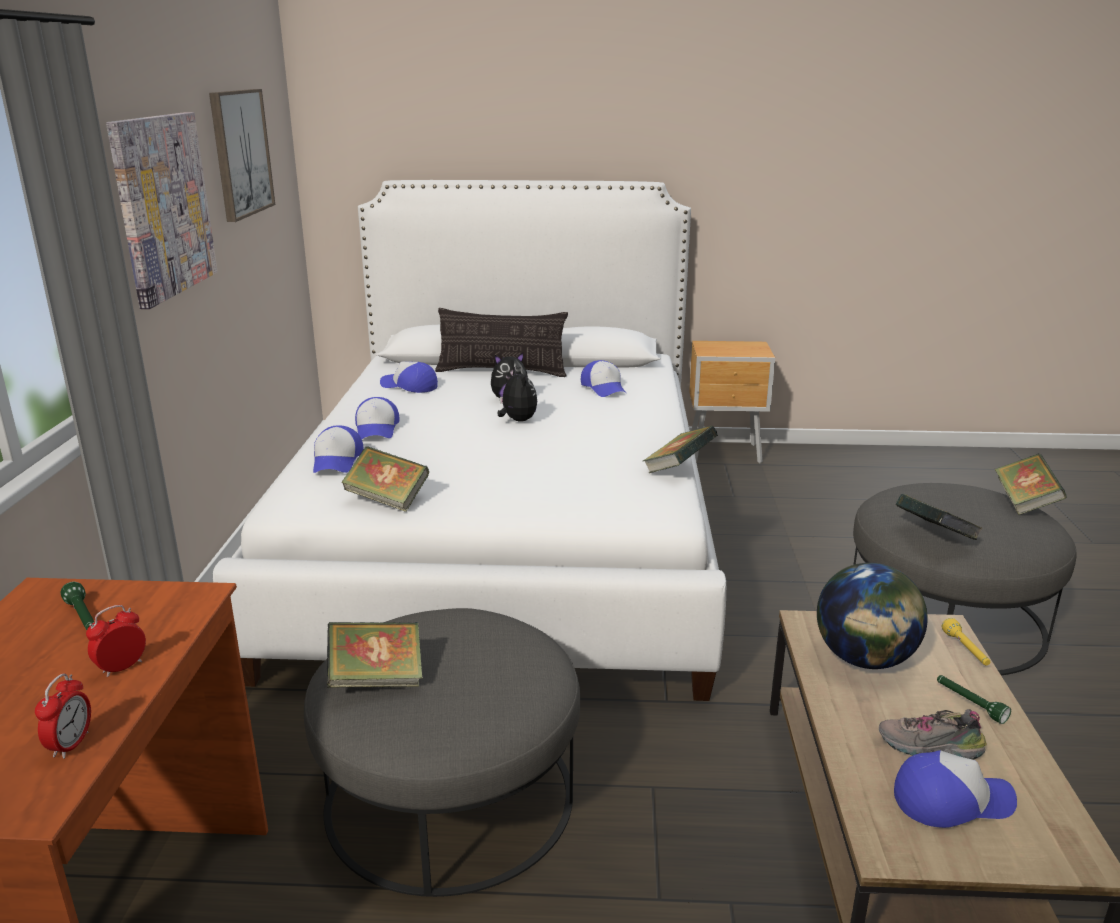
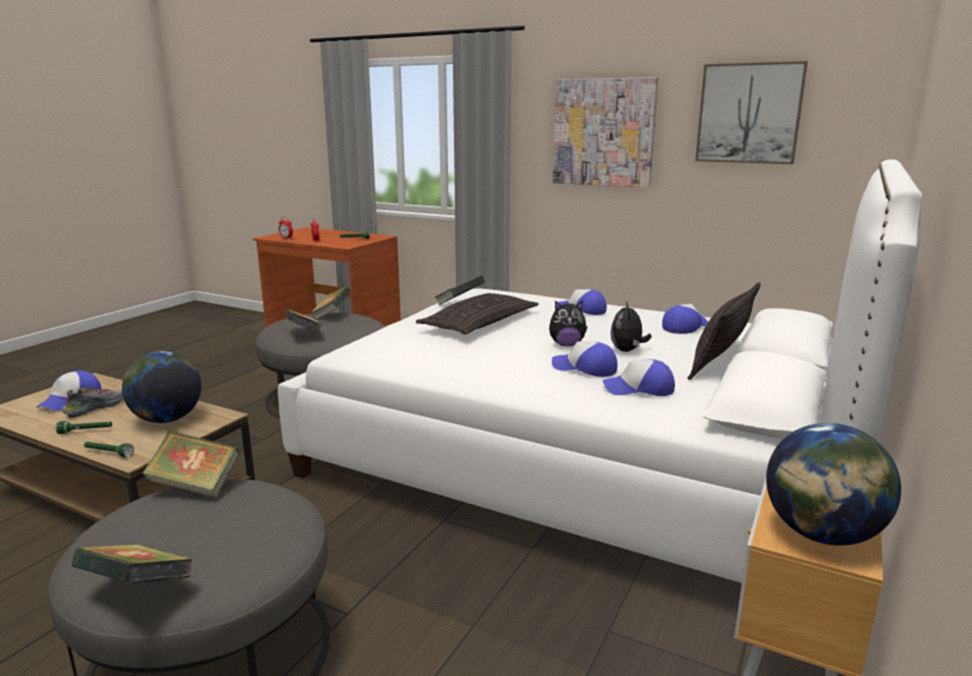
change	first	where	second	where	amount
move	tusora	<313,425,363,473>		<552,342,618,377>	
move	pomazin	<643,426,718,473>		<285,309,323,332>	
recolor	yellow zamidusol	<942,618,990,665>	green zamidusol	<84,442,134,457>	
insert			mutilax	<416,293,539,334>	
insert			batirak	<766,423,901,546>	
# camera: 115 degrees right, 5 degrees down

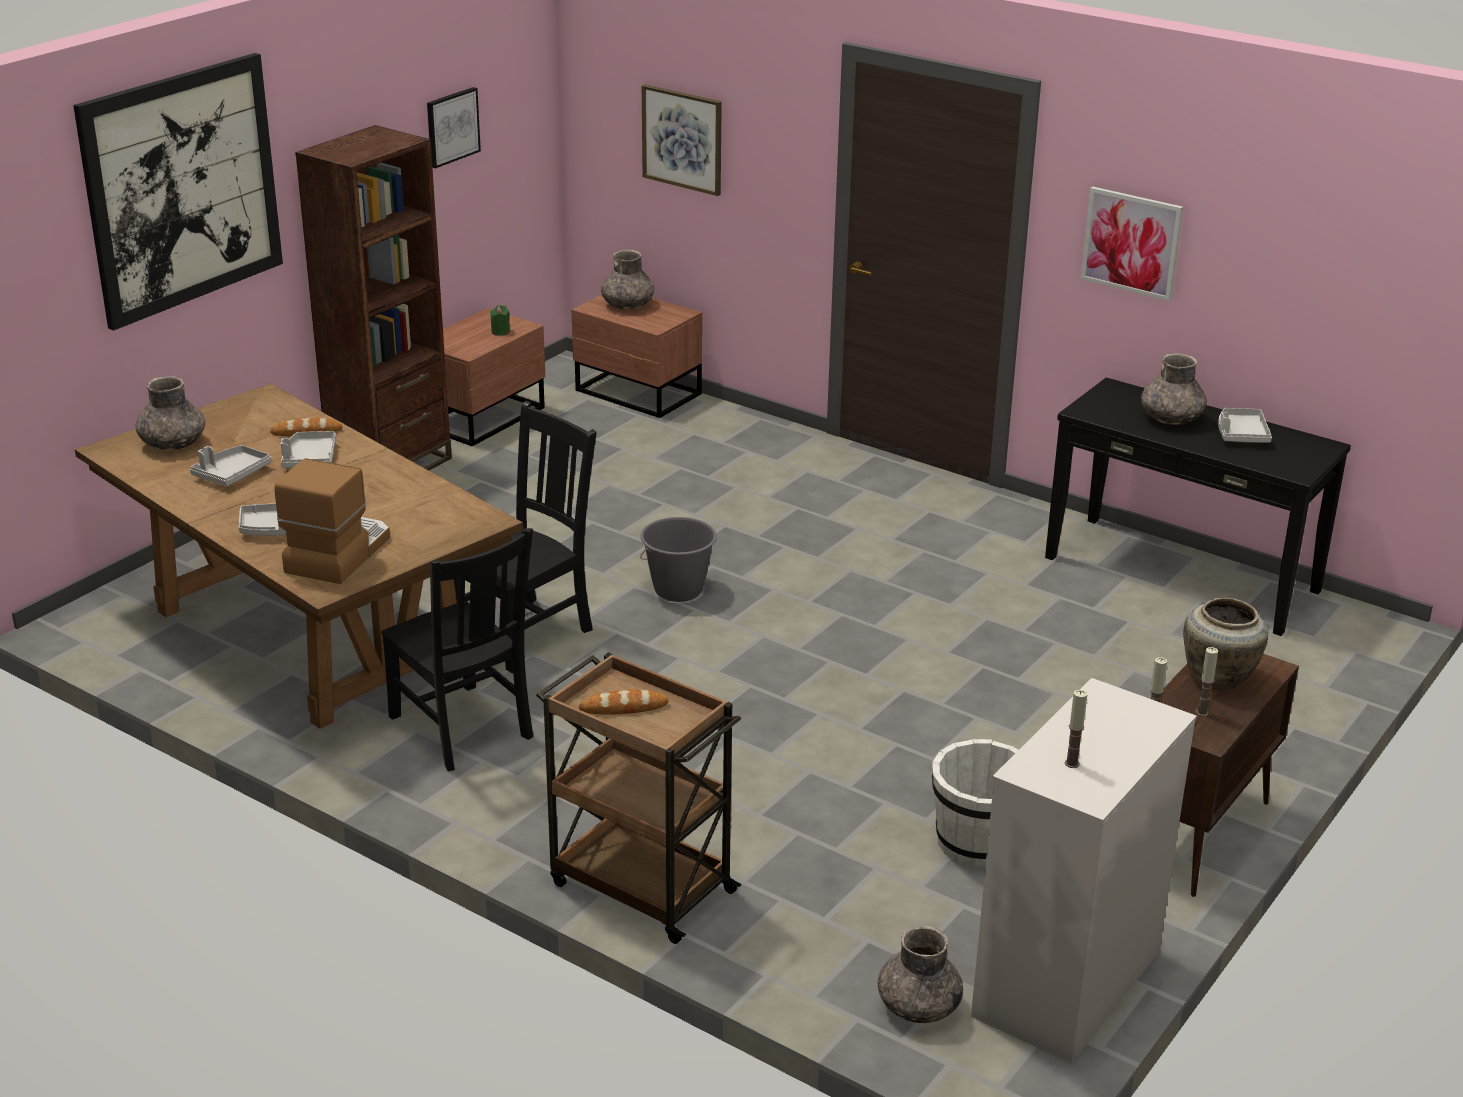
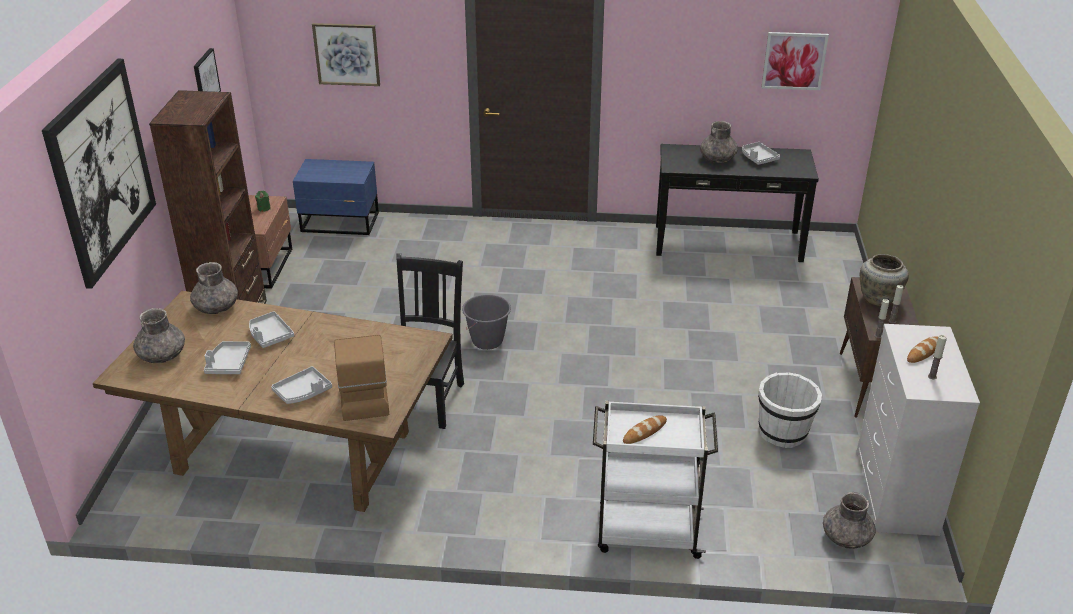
change	first	where	second	where	amount
move	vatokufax	<270,418,343,436>		<907,336,938,363>	
delete	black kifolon	<381,528,533,771>			
recolor	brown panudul	<536,652,742,944>	white panudul	<593,401,718,559>	
recolor	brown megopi	<572,295,702,418>	blue megopi	<293,159,379,235>	
move	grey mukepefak	<601,250,654,309>		<190,262,238,314>	
move	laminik	<1081,186,1183,301>		<762,32,829,90>	
# camera: 30 degrees left, 5 degrees up

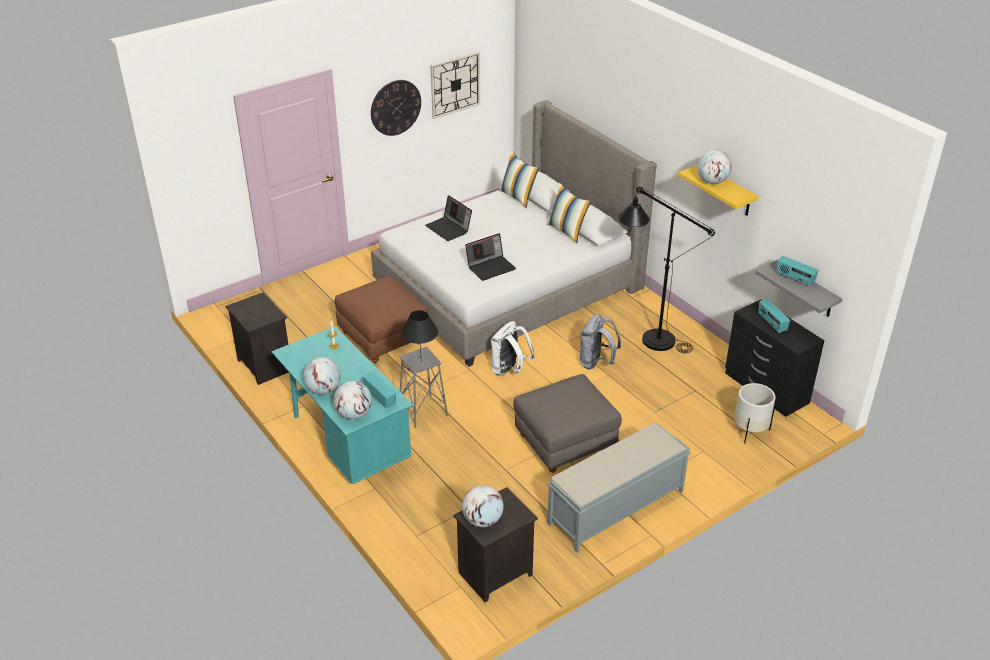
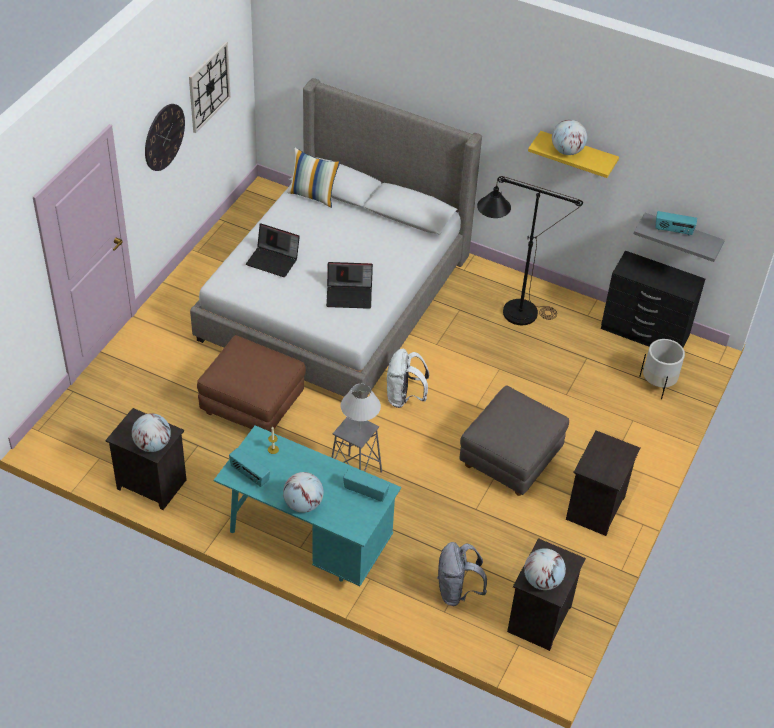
change	first	where	second	where	amount
move	batirak	<333,381,372,419>		<132,413,171,452>	
recolor	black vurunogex	<401,310,438,363>	white vurunogex	<341,384,381,433>	
rotate	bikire	<465,233,516,281>		<326,262,373,309>	60 degrees clockwise
delete	mutilax	<547,183,591,243>			
replace	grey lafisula	<547,423,691,553>	black megopi	<566,430,641,536>	
move	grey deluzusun	<580,314,621,369>		<437,542,487,606>	
move	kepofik	<758,299,790,333>		<229,448,270,487>	
# camera: 30 degrees left, 10 degrees up

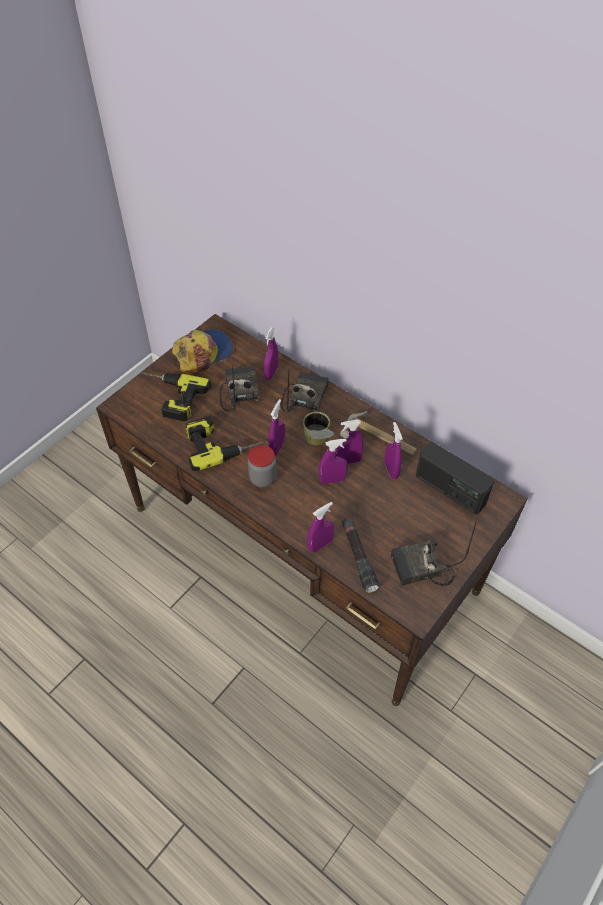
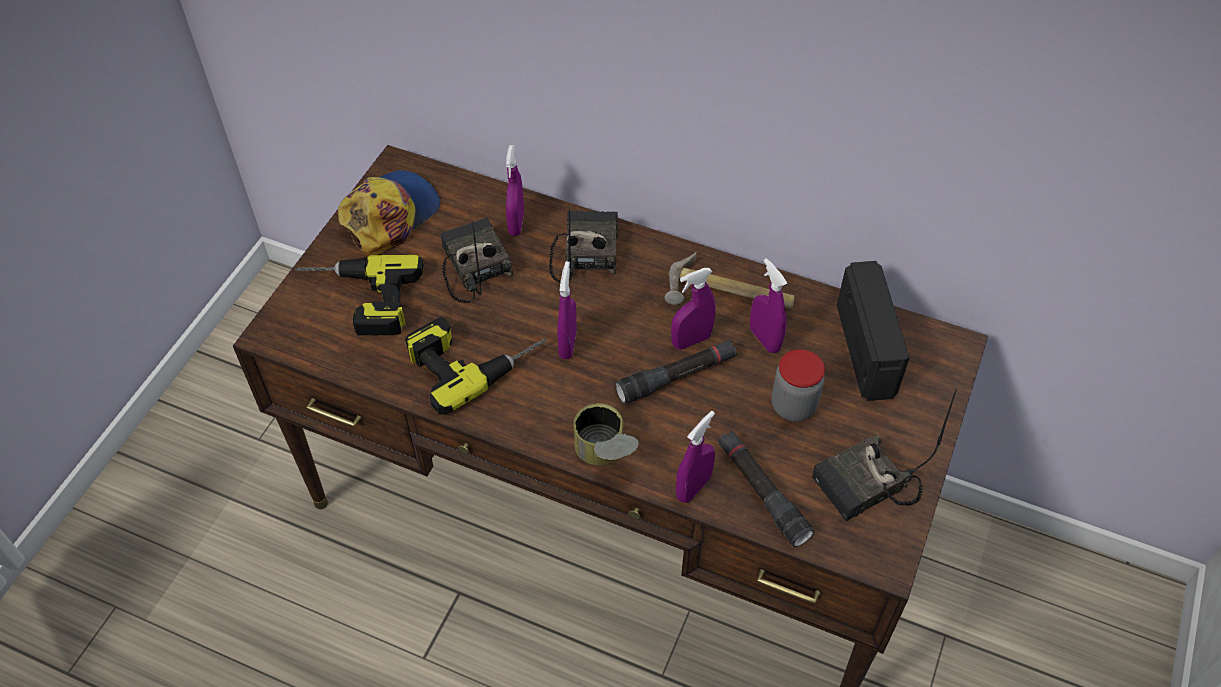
change	first	where	second	where	amount
move	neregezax	<248,445,276,487>		<771,349,825,422>	
move	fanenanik	<303,411,334,445>		<573,403,639,465>	
replace	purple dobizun	<319,439,348,484>	black zamidusol	<615,340,737,404>	
rotate	kepofik	<416,442,494,515>		<837,261,910,401>	120 degrees counterclockwise
# camera: 15 degrees left, 0 degrees up

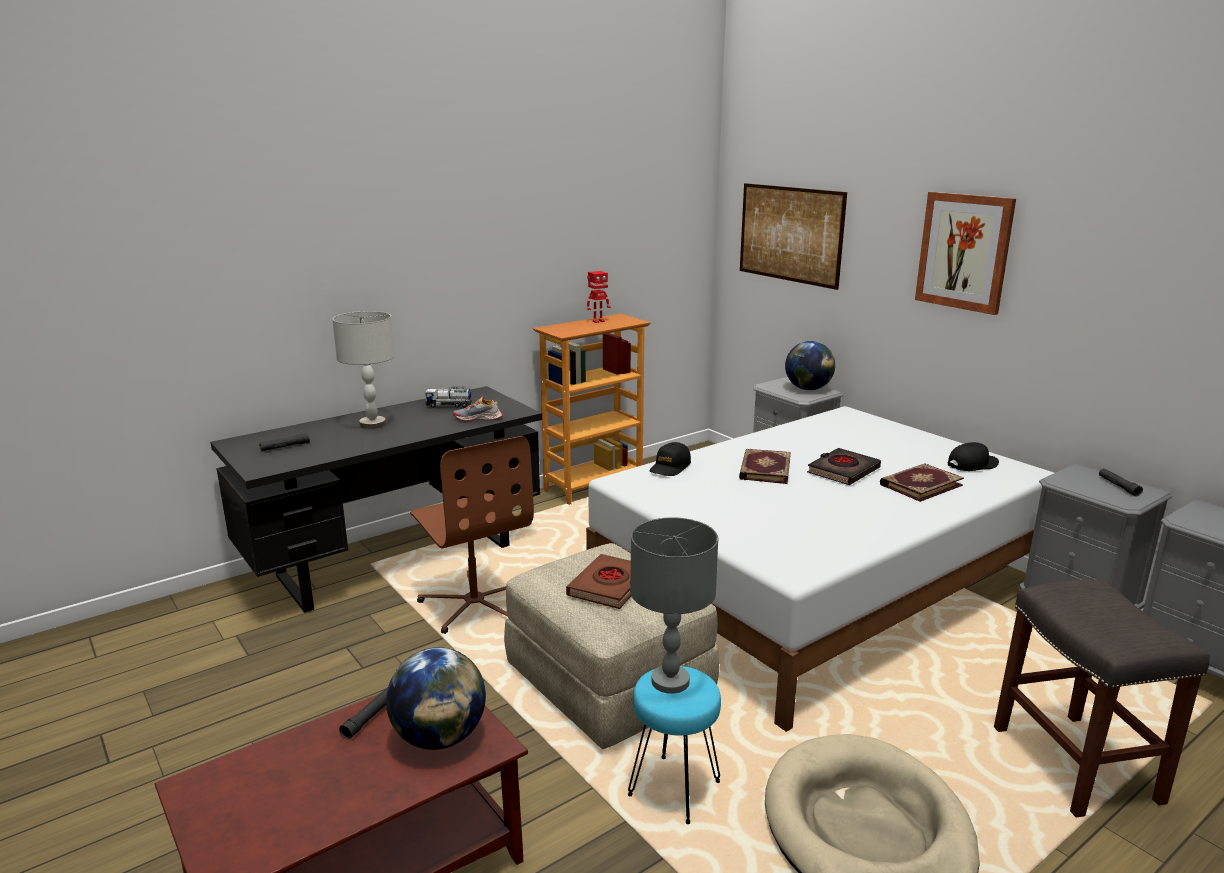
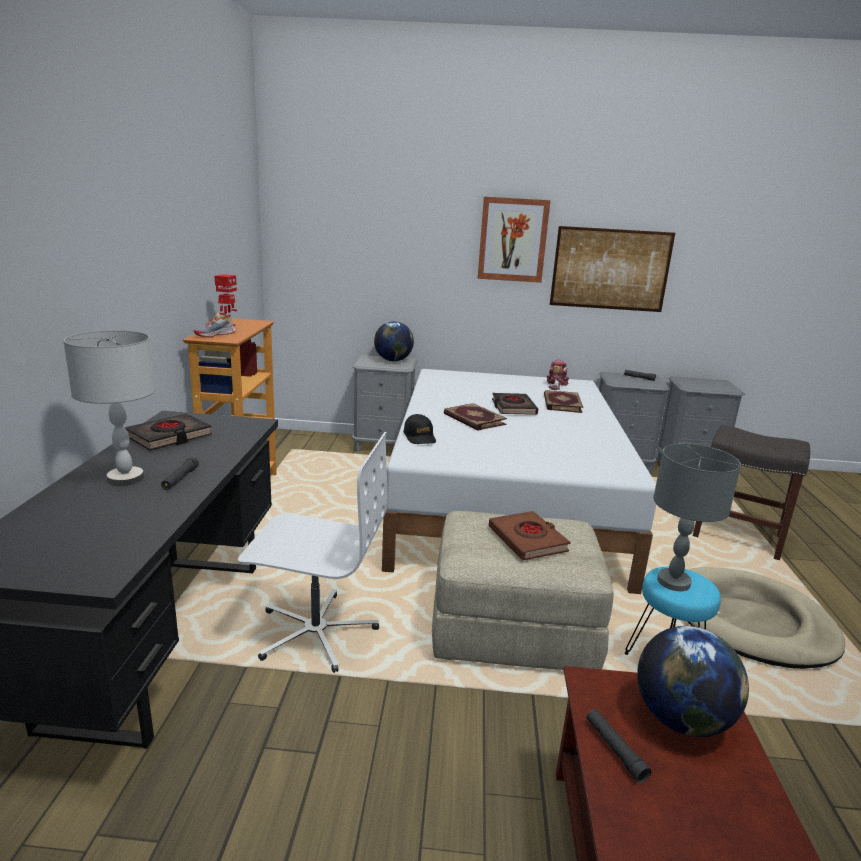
change	first	where	second	where	amount
move	black zamidusol	<259,433,310,451>		<161,457,199,490>	
recolor	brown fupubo	<410,436,534,634>	white fupubo	<238,432,387,673>	
replace	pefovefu	<425,387,473,408>	black pomazin	<125,414,212,451>	
move	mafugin	<453,396,503,421>		<194,313,236,338>	
move	laminik	<740,183,847,290>		<550,226,675,312>	
replace	black tusora	<948,442,999,471>	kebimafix	<547,359,569,390>	
# camera: 50 degrees left, 0 degrees up

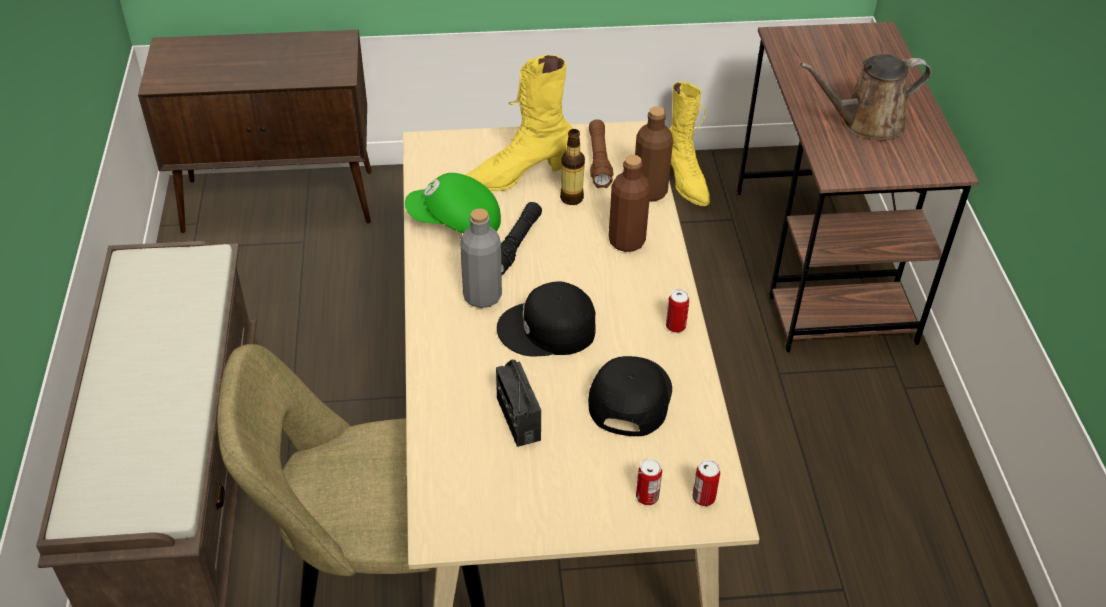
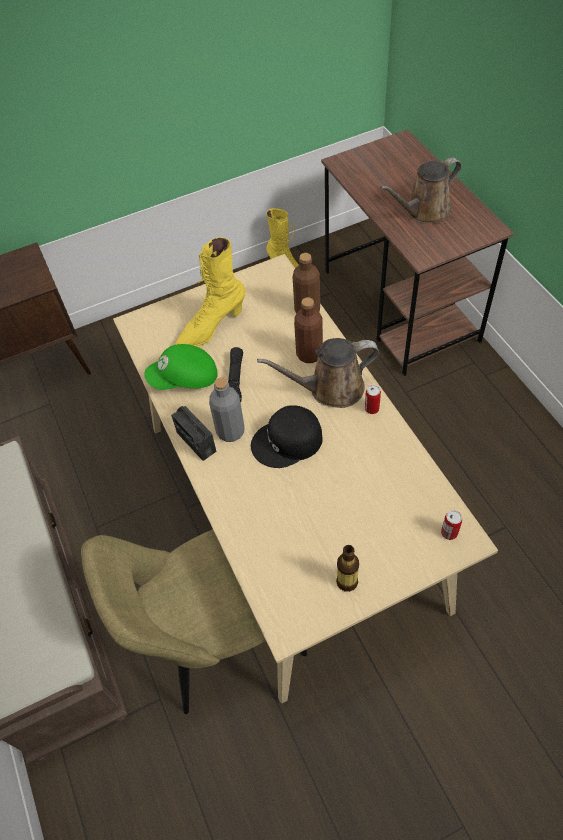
change	first	where	second	where	amount
move	kepofik	<496,360,541,447>		<171,406,216,461>	
move	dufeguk	<560,129,585,205>		<336,545,359,592>	
delete	black tusora	<588,356,672,436>			
delete	brown zamidusol	<589,119,613,188>			
delete	fanenanik	<636,458,662,505>			
insert			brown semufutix	<257,338,379,408>	
# camera: 15 degrees left, 10 degrees up

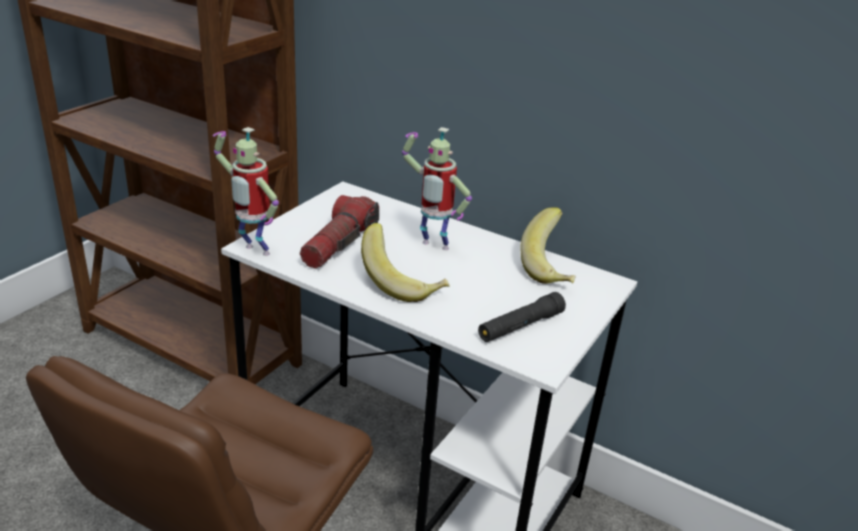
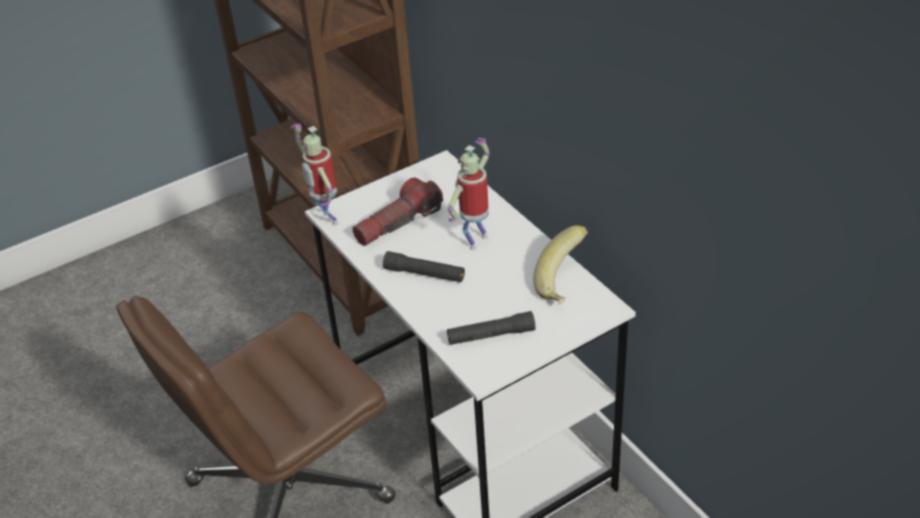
change	first	where	second	where	amount
replace	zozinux	<361,223,450,302>	black zamidusol	<383,251,465,282>	
rotate	kebimafix	<402,127,472,250>		<448,138,490,250>	75 degrees clockwise
# camera: 30 degrees right, 10 degrees up

